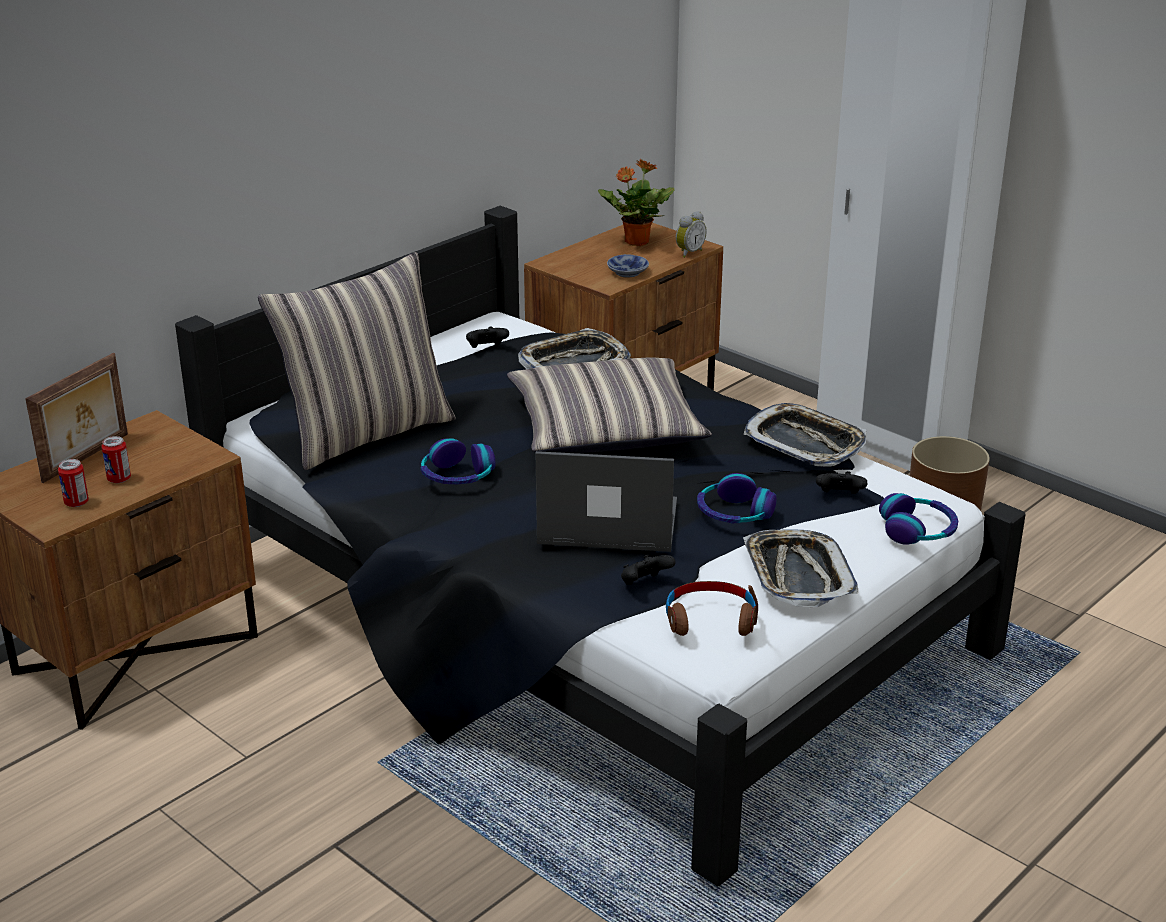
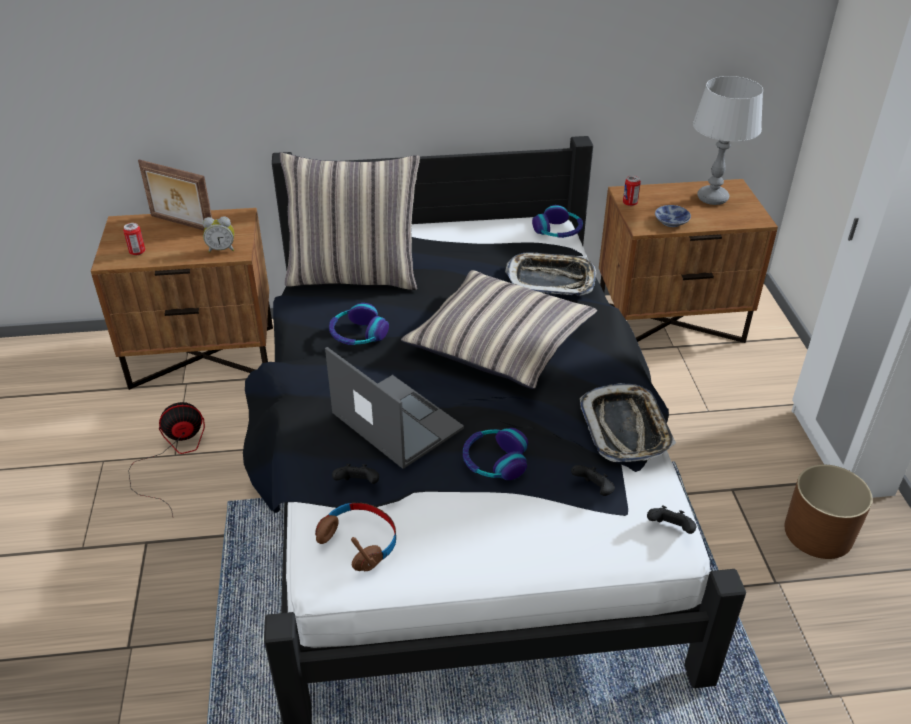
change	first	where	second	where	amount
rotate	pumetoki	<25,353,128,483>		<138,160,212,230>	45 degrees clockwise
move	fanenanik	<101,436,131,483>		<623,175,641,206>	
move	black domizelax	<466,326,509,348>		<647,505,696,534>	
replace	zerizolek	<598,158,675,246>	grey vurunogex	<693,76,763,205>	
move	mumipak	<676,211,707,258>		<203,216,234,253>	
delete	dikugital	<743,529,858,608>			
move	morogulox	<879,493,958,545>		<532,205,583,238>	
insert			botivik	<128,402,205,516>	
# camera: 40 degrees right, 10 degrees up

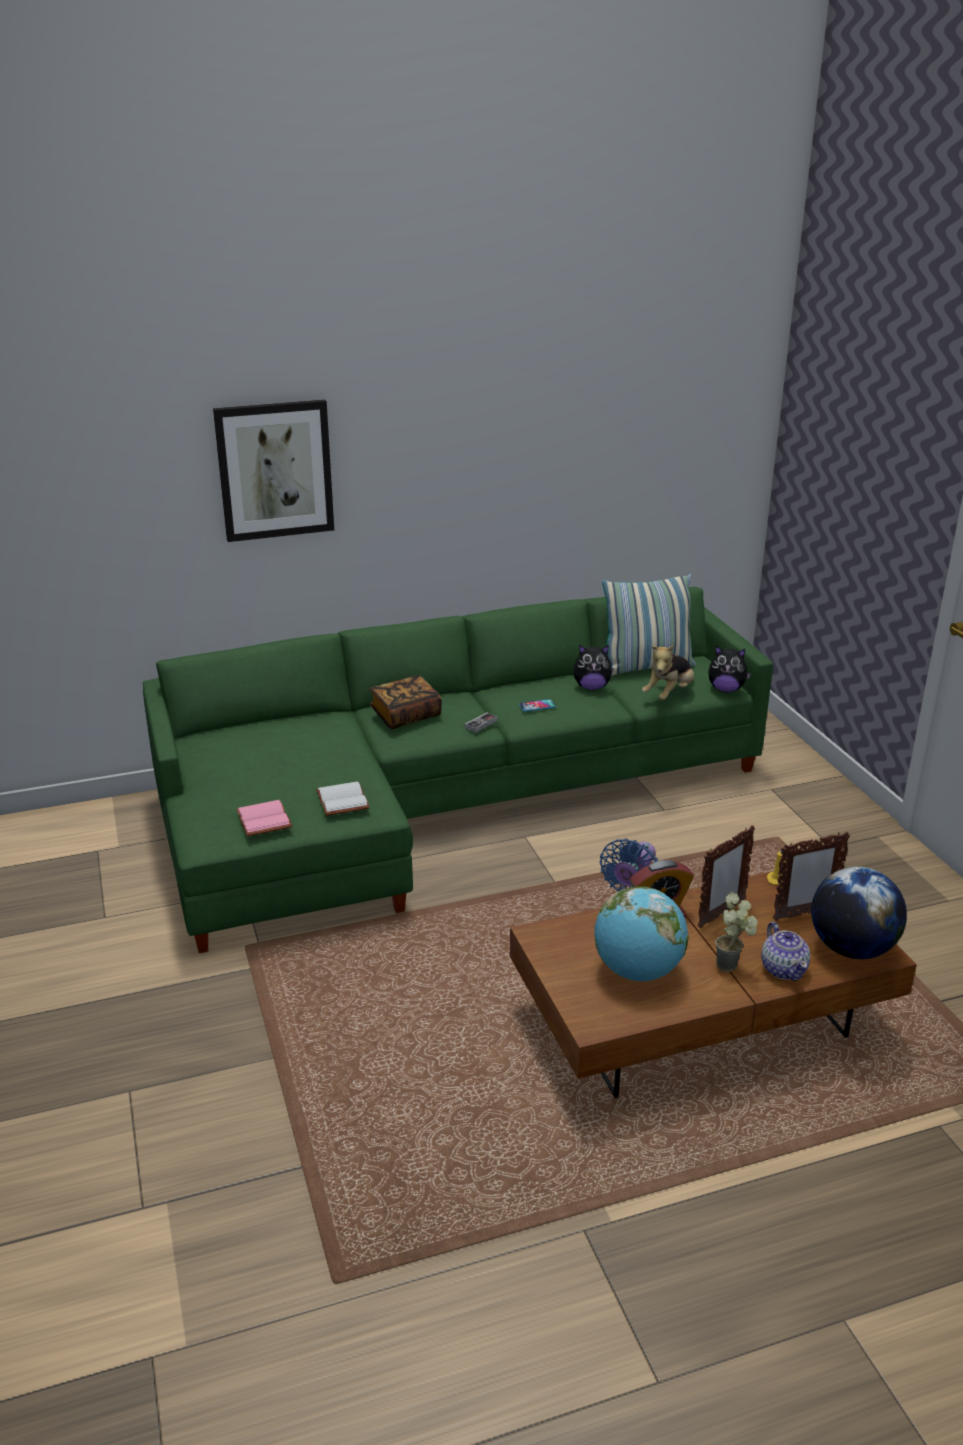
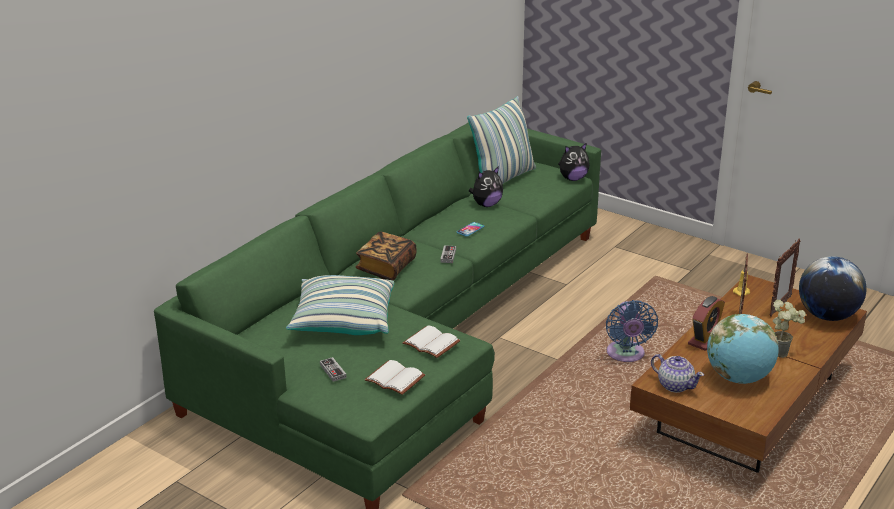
change	first	where	second	where	amount
delete	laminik	<213,399,334,542>			
recolor	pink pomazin	<236,800,292,836>	white pomazin	<364,360,425,395>	
delete	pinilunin	<642,644,694,700>			
move	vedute	<761,922,810,981>		<651,354,704,393>	
insert			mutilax	<286,275,394,335>	
insert			domizelax	<320,357,346,382>	
# camera: 35 degrees left, 0 degrees up

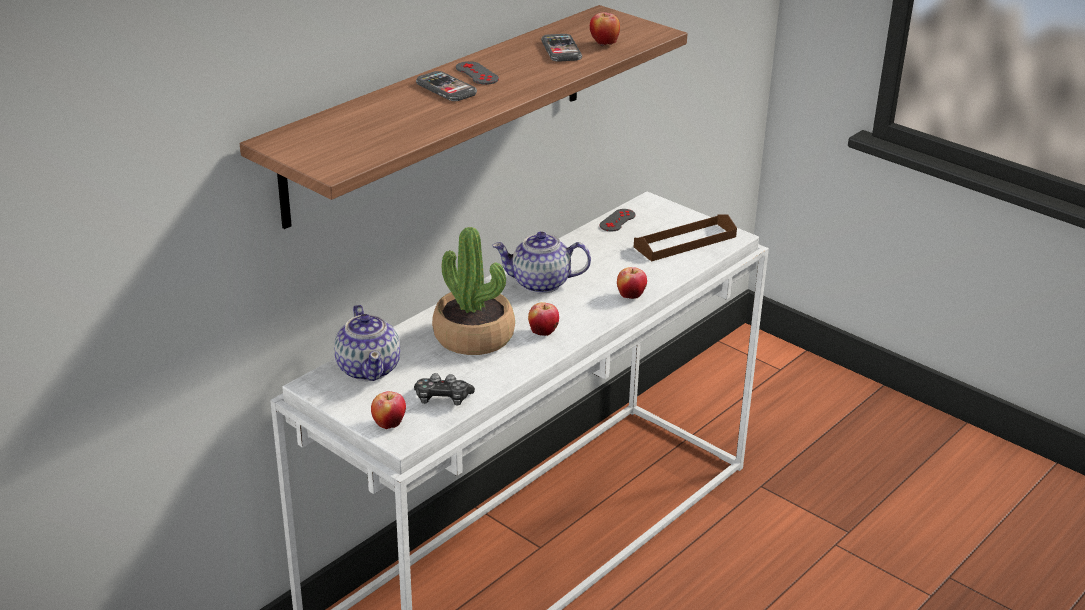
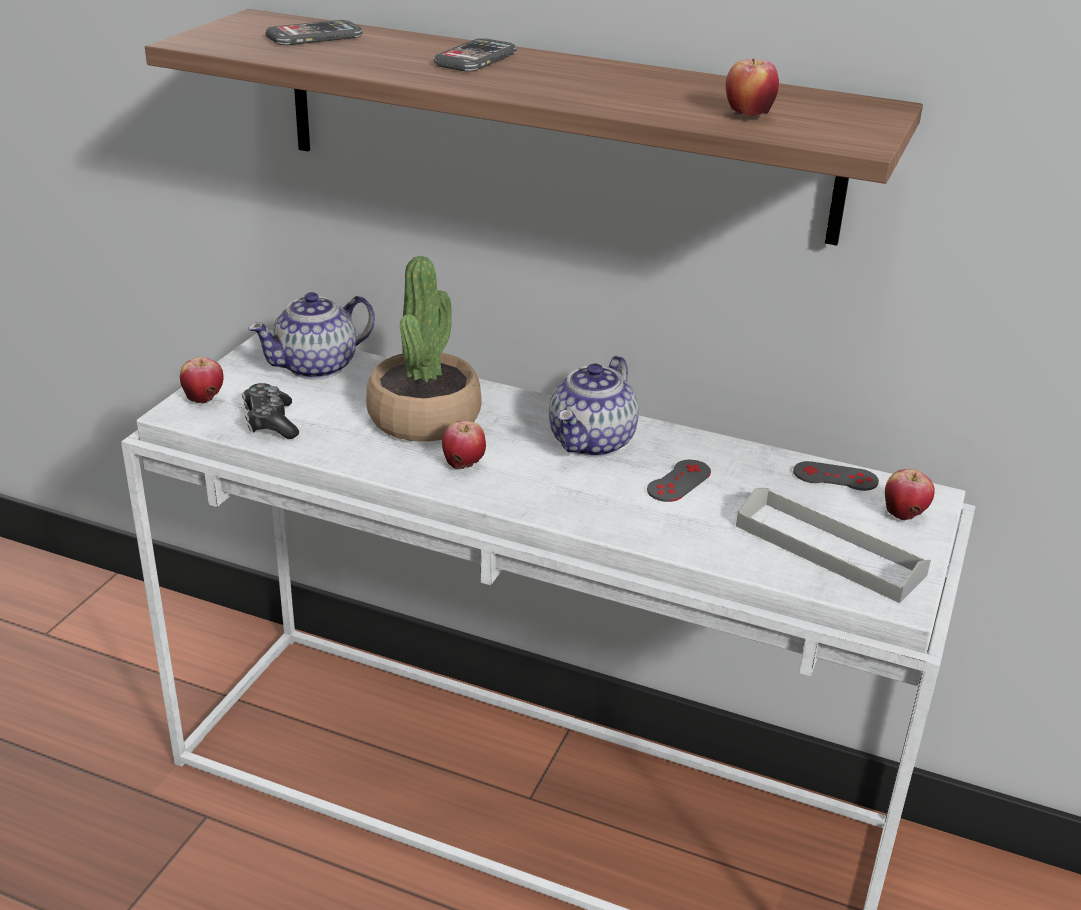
change	first	where	second	where	amount
move	grey domizelax	<456,61,499,85>		<647,460,711,502>	
rotate	vedute	<492,231,591,294>		<549,356,639,457>	135 degrees counterclockwise
move	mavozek	<541,34,582,62>		<266,20,363,45>	
move	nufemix	<617,267,647,299>		<885,469,935,521>	
recolor	brown dikugital	<634,214,737,262>	grey dikugital	<736,488,931,603>	
# camera: 70 degrees right, 0 degrees up

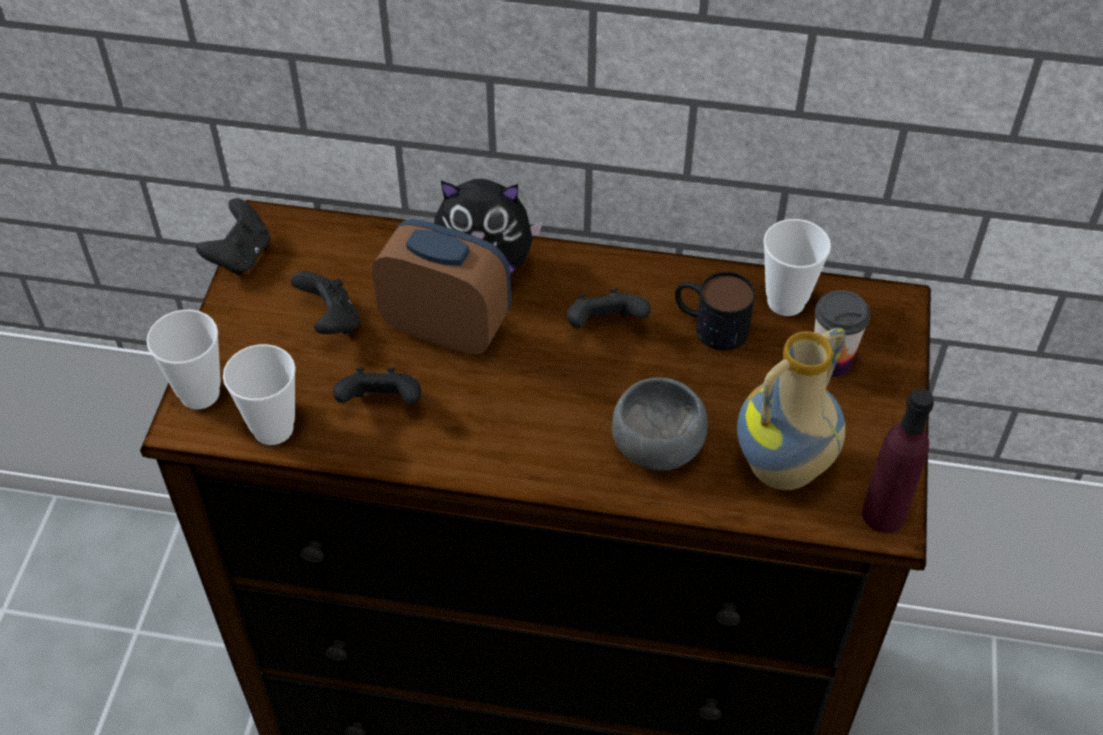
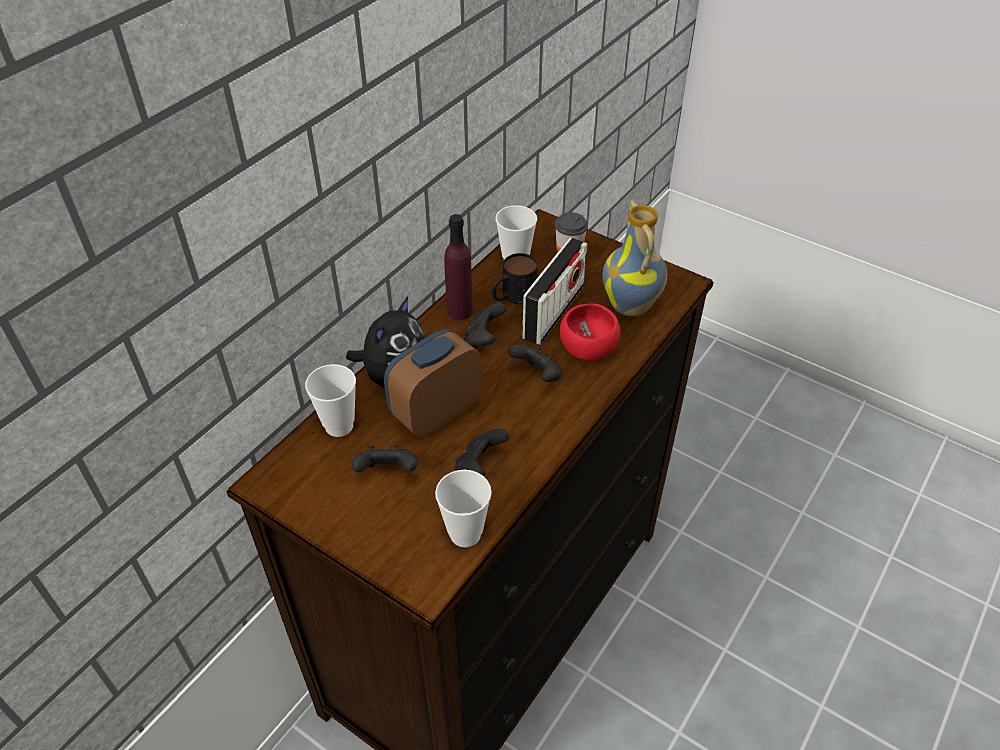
change	first	where	second	where	amount
move	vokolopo	<146,309,221,410>		<305,364,356,437>	
move	black domizelax	<196,198,270,275>		<508,344,563,382>	
recolor	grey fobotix	<612,378,708,471>	red fobotix	<560,303,620,361>	
move	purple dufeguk	<862,388,934,533>		<444,214,473,320>	
insert			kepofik	<522,238,588,345>	
# camera: 65 degrees left, 5 degrees down

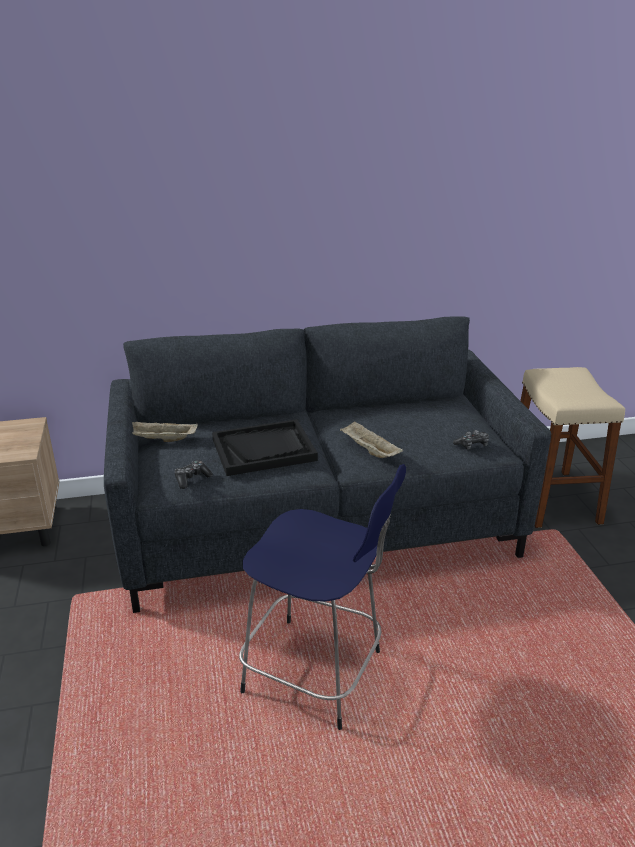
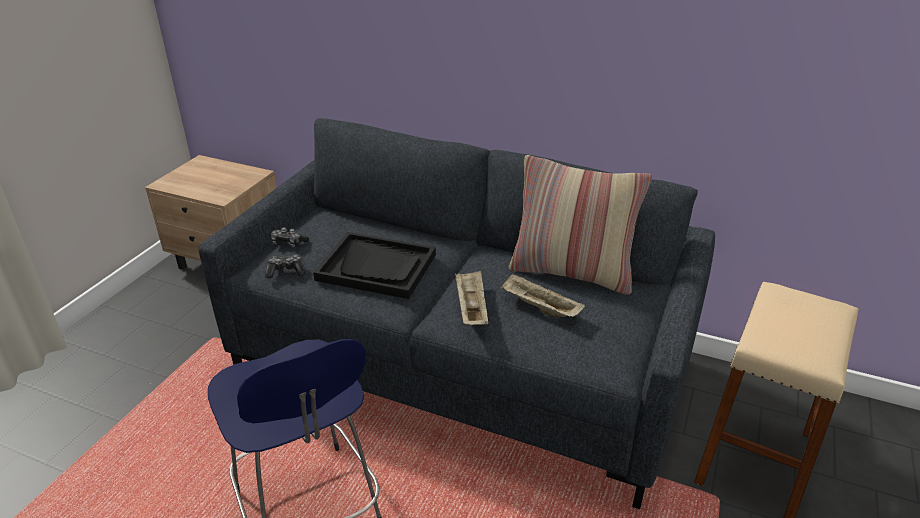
change	first	where	second	where	amount
move	beige dikugital	<132,422,198,442>		<501,273,585,317>	
move	domizelax	<453,430,489,449>		<271,227,309,247>	
insert			mutilax	<509,155,652,295>	
# camera: 35 degrees right, 5 degrees up

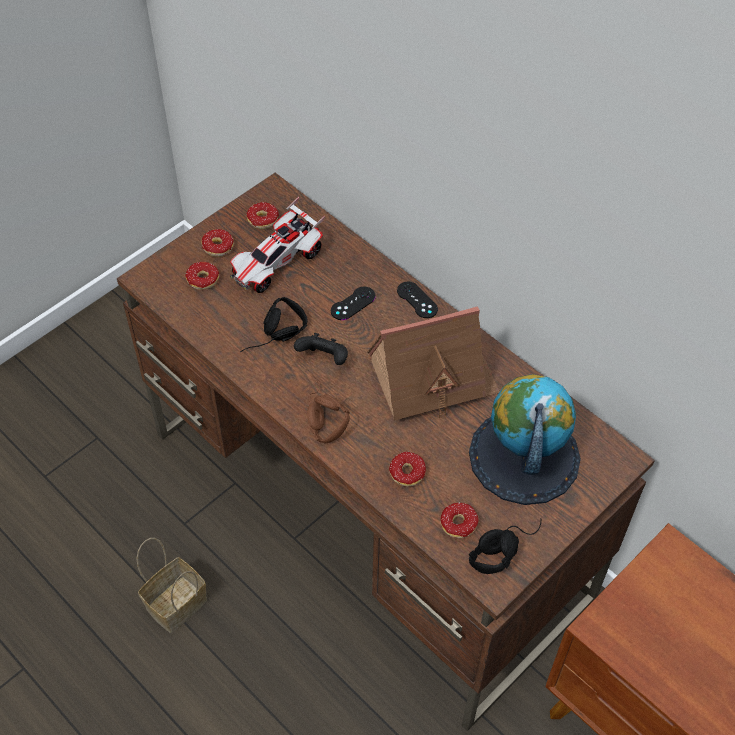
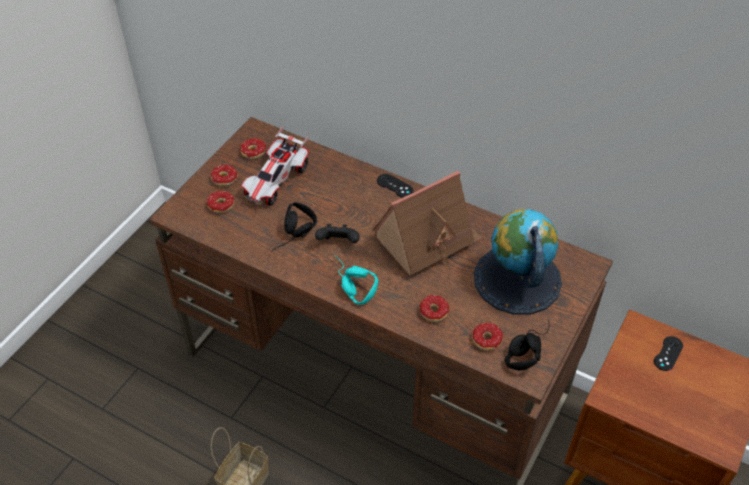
change	first	where	second	where	amount
recolor	brown morogulox	<307,374,350,443>	turquoise morogulox	<334,255,378,305>	
move	black domizelax	<331,287,376,320>		<654,336,683,371>	
# camera: 15 degrees left, 5 degrees down

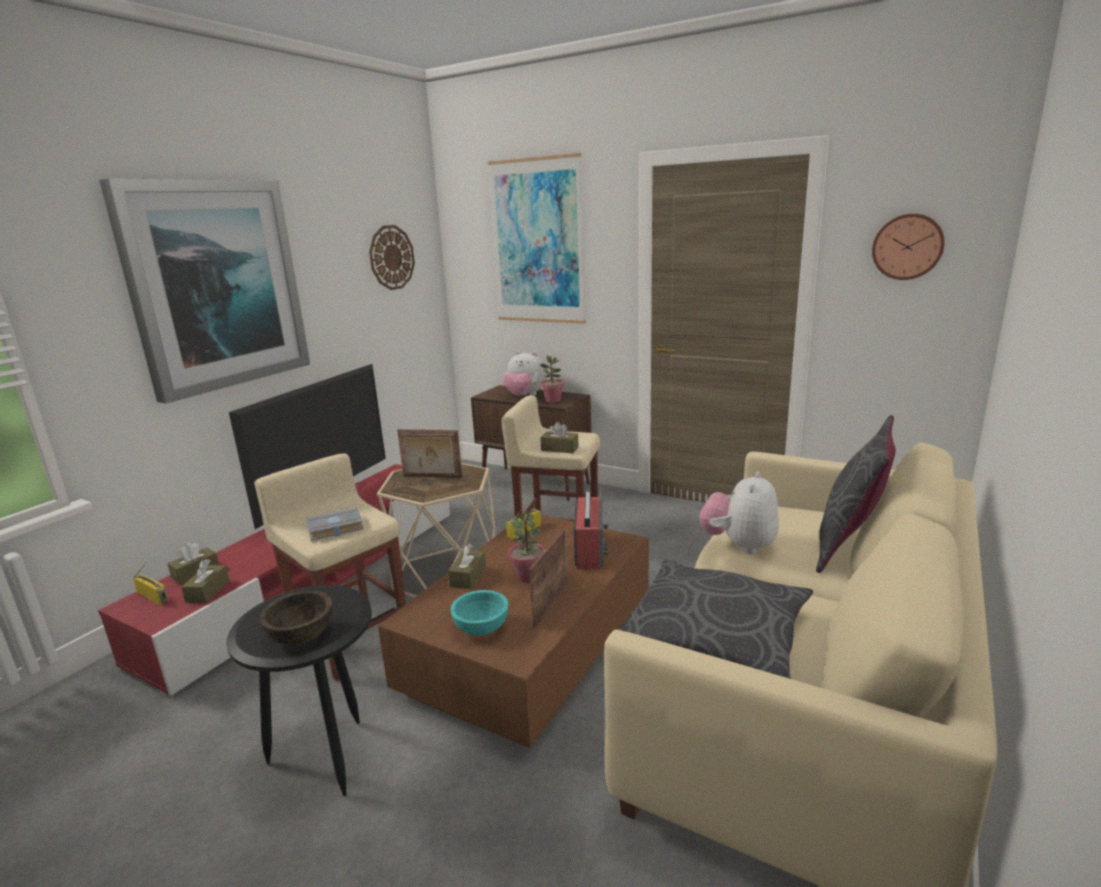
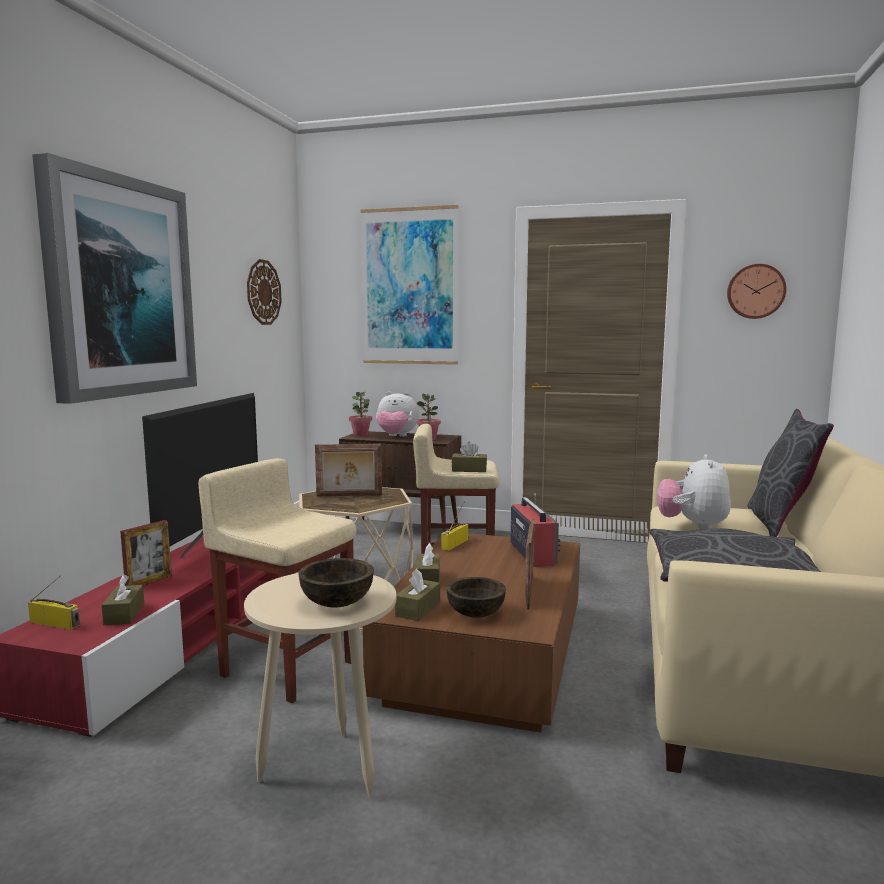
change	first	where	second	where	amount
move	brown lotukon	<167,542,219,584>		<395,568,440,621>	
recolor	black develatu	<227,585,372,796>	beige develatu	<244,573,396,797>	
delete	grey pomazin	<306,507,364,541>			
recolor	turquoise fobotix	<450,590,508,636>	brown fobotix	<446,577,506,618>	
move	zerizolek	<508,513,545,583>		<349,392,372,436>	
insert			pumetoki	<120,520,172,586>	
# camera: 15 degrees left, 10 degrees down

